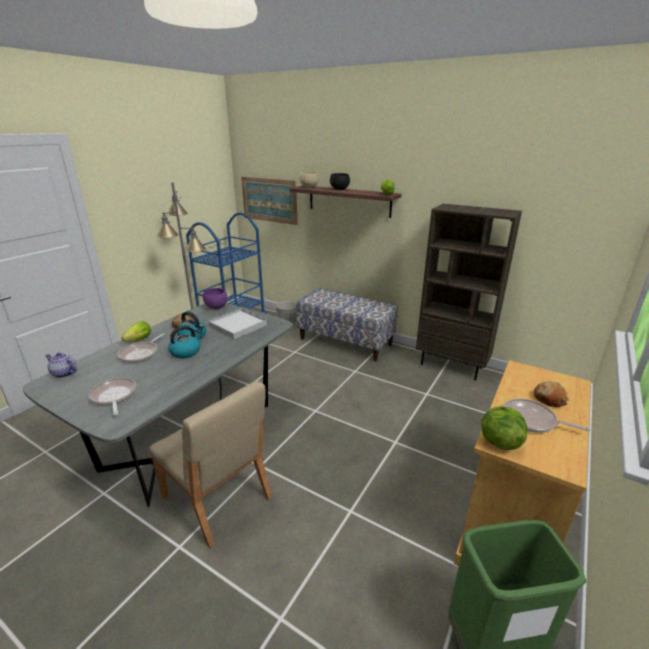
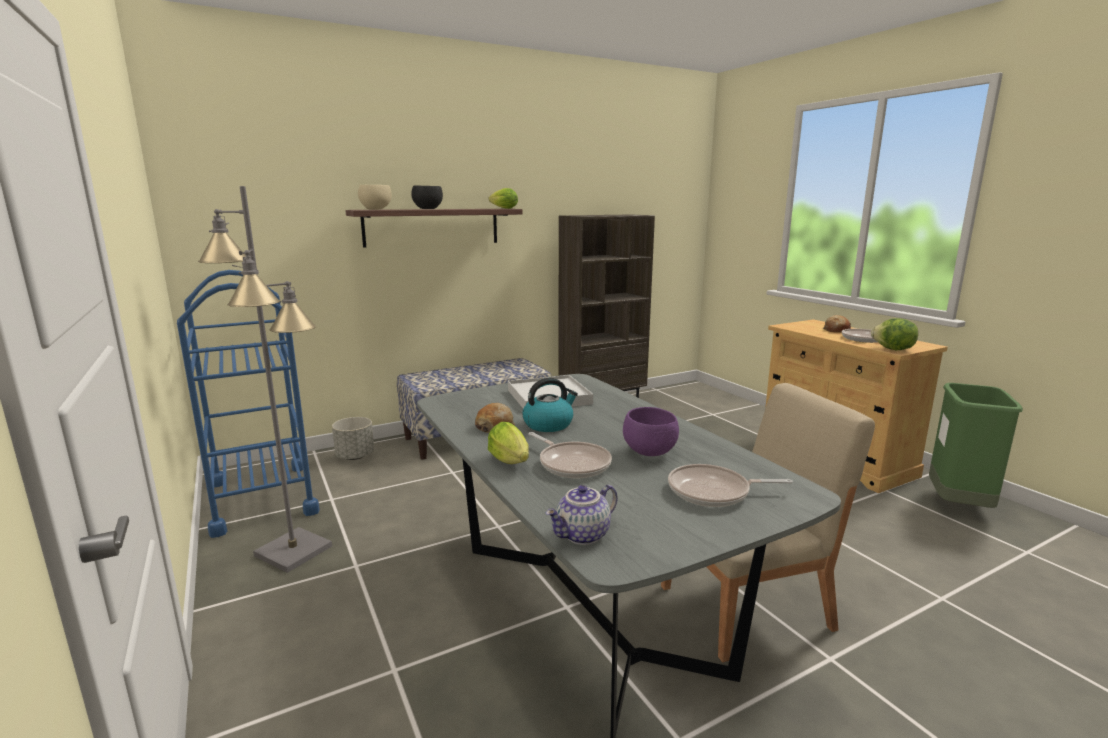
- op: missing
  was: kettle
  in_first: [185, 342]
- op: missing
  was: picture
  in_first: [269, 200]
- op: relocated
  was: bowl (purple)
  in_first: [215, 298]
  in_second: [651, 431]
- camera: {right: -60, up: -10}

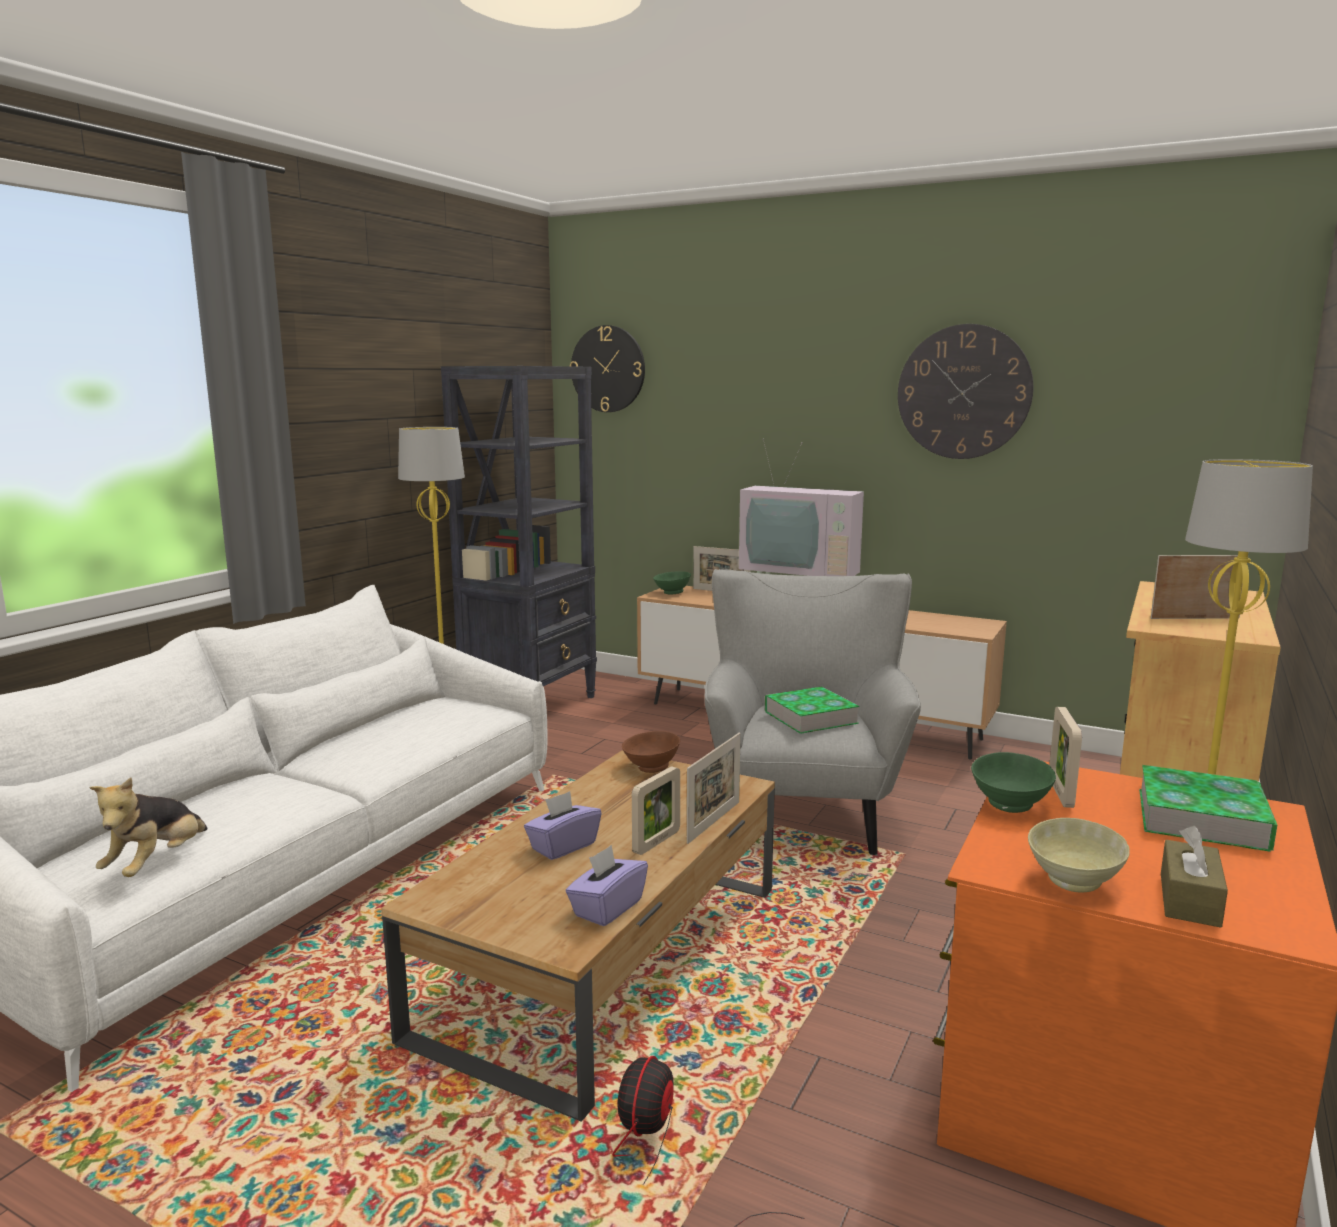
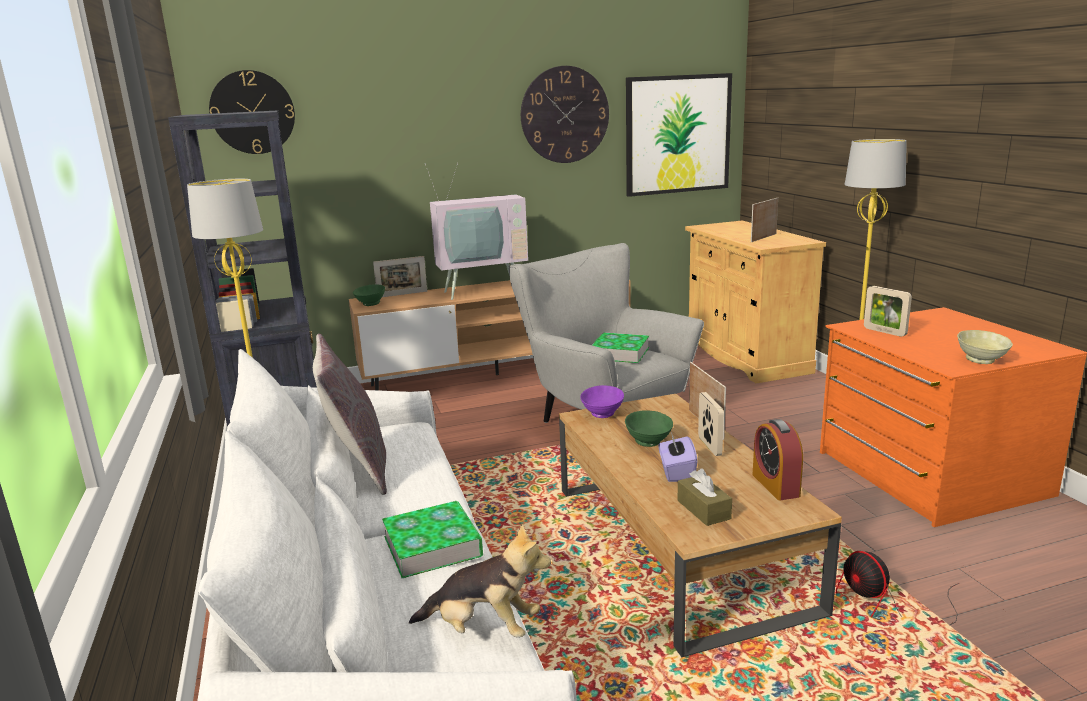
- op: appeared
  now: pillow (grey)
  in_second: [350, 414]
- op: appeared
  now: picture
  in_second: [679, 135]
- op: relocated
  was: bowl (green)
  in_first: [1013, 782]
  in_second: [649, 428]
- op: relocated
  was: book
  in_first: [1208, 808]
  in_second: [432, 539]
- op: relocated
  was: tissue box (brown)
  in_first: [1194, 877]
  in_second: [705, 497]
- op: exchanged
  was: tissue box (purple)
  now: alarm clock
  in_first: [606, 885]
  in_second: [778, 459]
- op: colour
  was: bowl (brown)
  now: bowl (purple)
  in_first: [651, 752]
  in_second: [602, 401]
- op: spun
  was: plush toy
  in_first: [149, 827]
  in_second: [480, 580]
  clockwise: -45
- camera: {right: -45, up: 5}

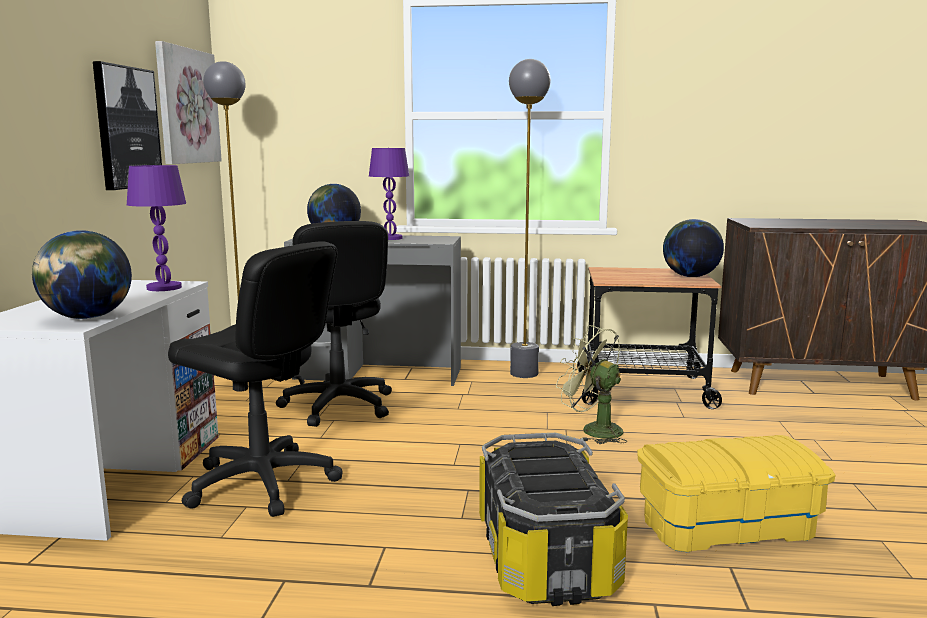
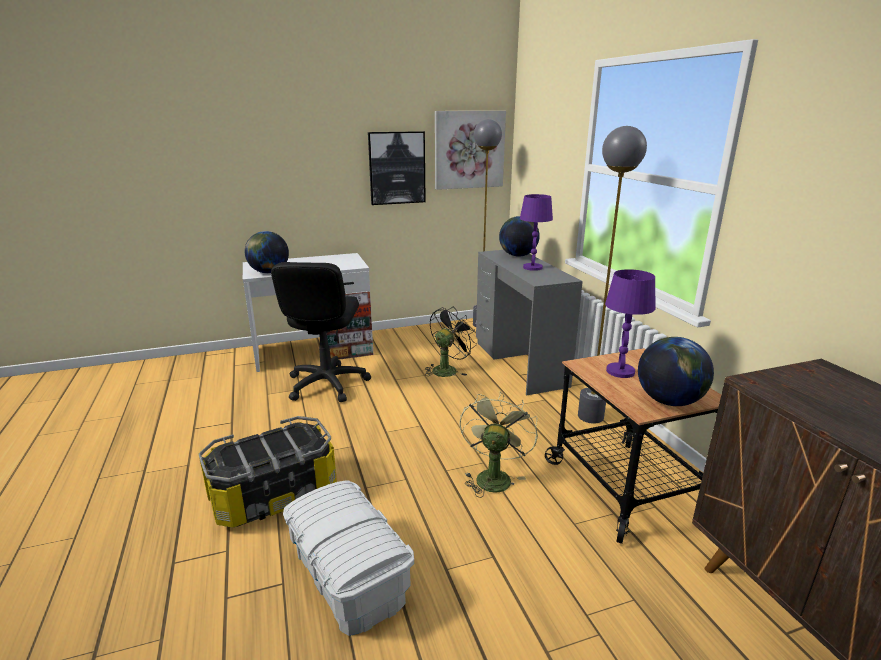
- op: relocated
  was: table lamp (purple)
  in_first: [156, 228]
  in_second: [630, 323]
- op: exchanged
  was: office chair (black)
  now: fan (black)
  in_first: [334, 324]
  in_second: [451, 342]
- op: colour
  was: storage box (yellow)
  now: storage box (white)
  in_first: [736, 493]
  in_second: [348, 558]
- camera: {right: 65, up: 10}

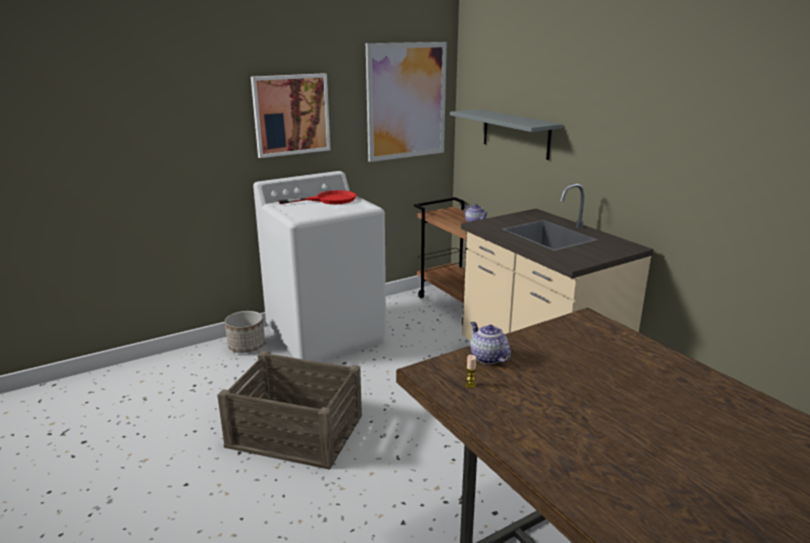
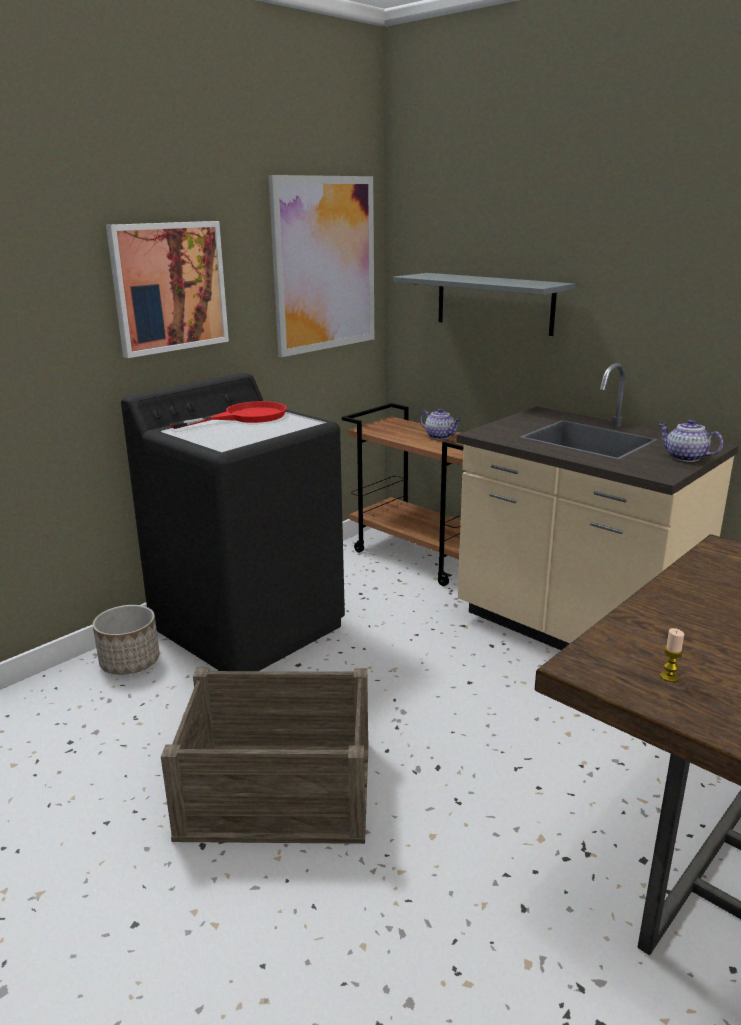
- op: relocated
  was: teapot
  in_first: [490, 343]
  in_second: [690, 440]
- op: colour
  was: washing machine (white)
  now: washing machine (black)
  in_first: [319, 266]
  in_second: [233, 522]
- camera: {right: -15, up: 0}

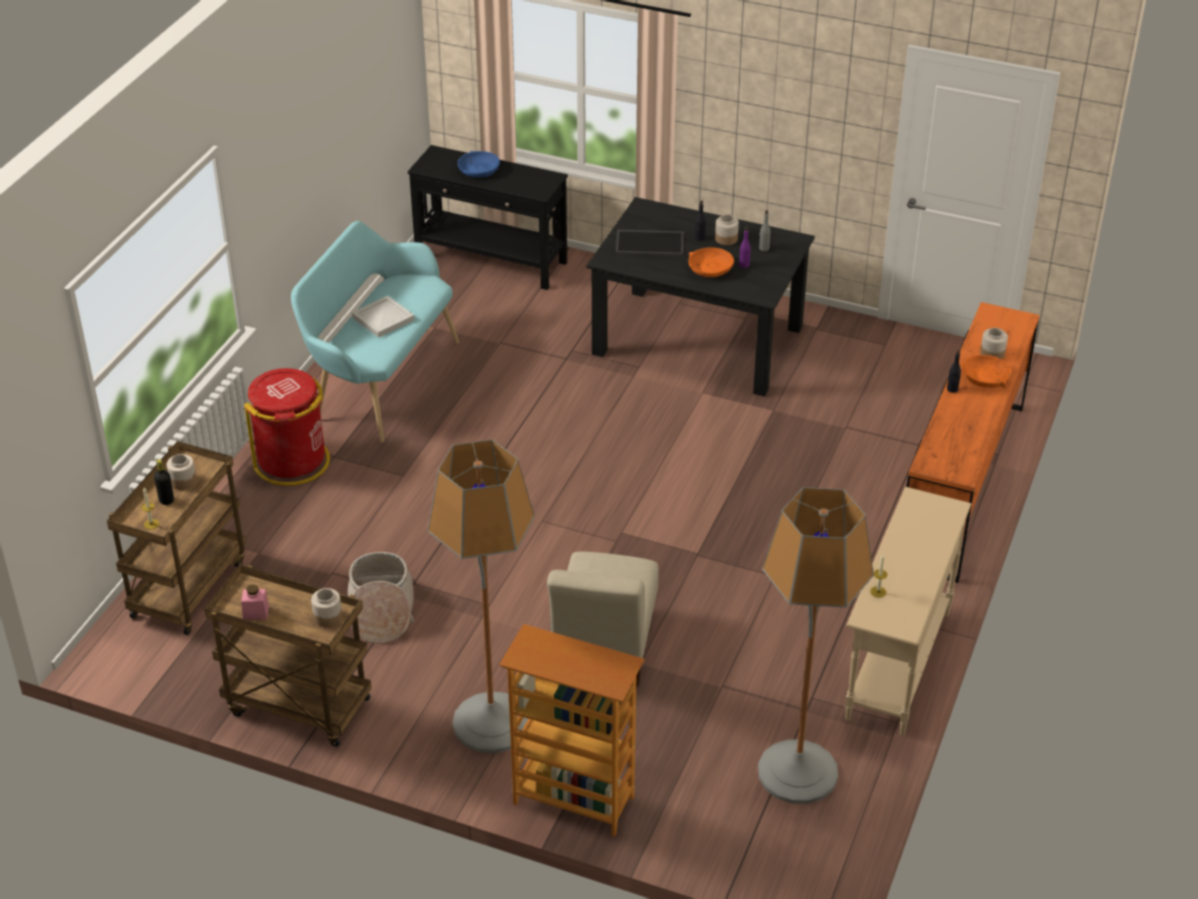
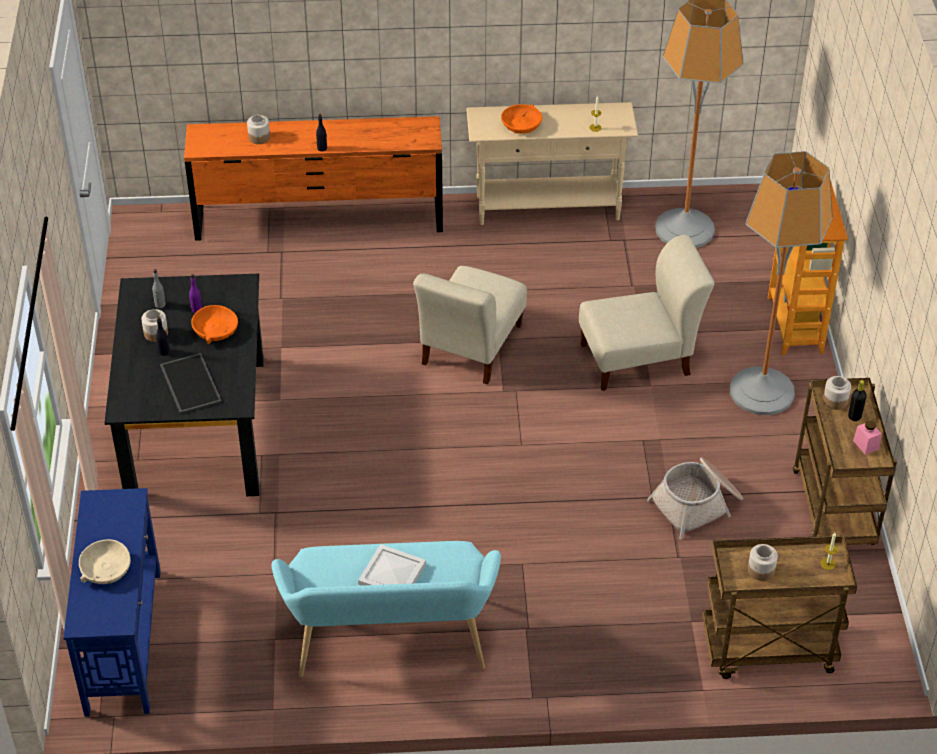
- op: missing
  was: trash can (red)
  in_first: [287, 427]
- op: appeared
  now: chair (beige)
  in_second: [470, 325]
- op: relocated
  was: bottle (black)
  in_first: [164, 482]
  in_second: [857, 400]
- op: relocated
  was: bowl (orange)
  in_first: [987, 371]
  in_second: [522, 119]
- op: colour
  was: console table (black)
  now: console table (blue)
  in_first: [488, 217]
  in_second: [112, 602]
- op: colour
  was: bowl (blue)
  now: bowl (beige)
  in_first: [479, 164]
  in_second: [105, 561]
- camera: {right: -115, up: 5}

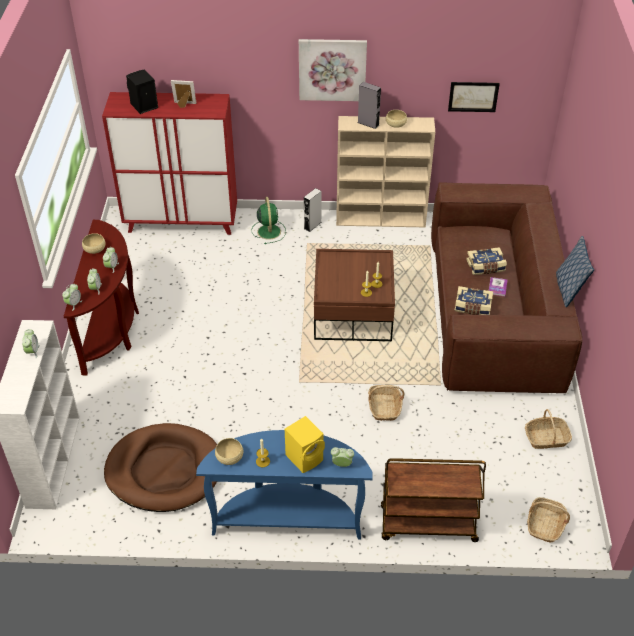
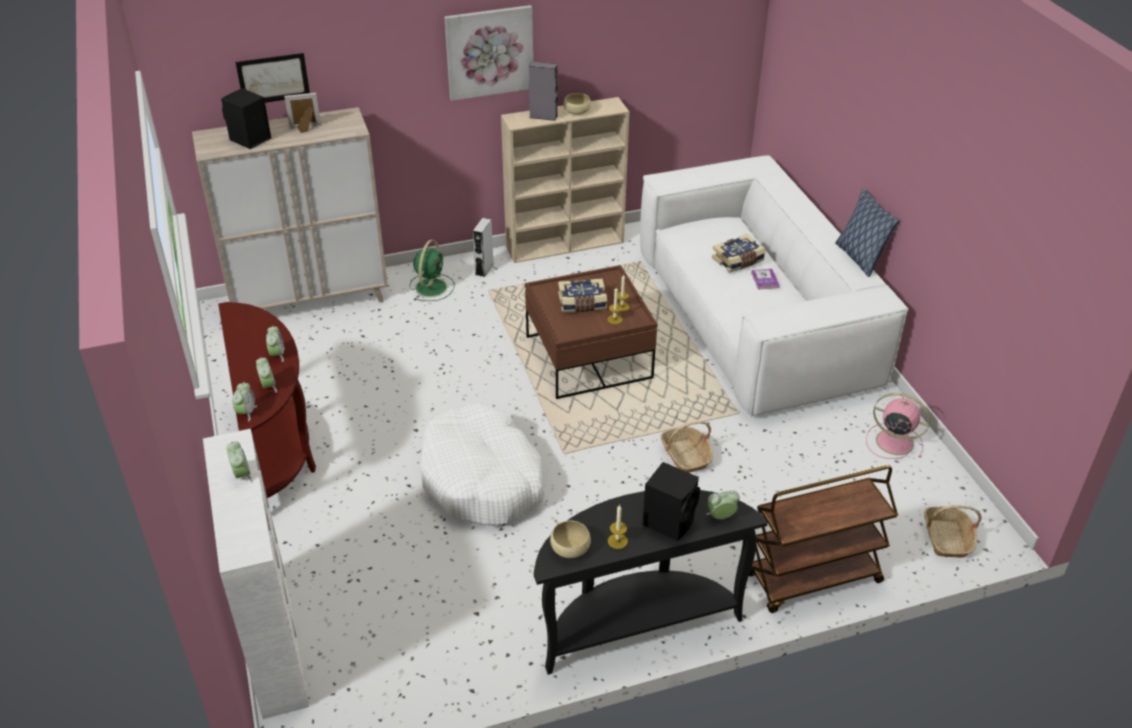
- op: missing
  was: bowl (beige)
  in_first: [94, 243]
- op: missing
  was: dog bed (brown)
  in_first: [160, 467]
- op: appeared
  now: dog bed (white)
  in_second: [482, 464]
- op: relocated
  was: picture
  in_first: [474, 97]
  in_second: [272, 78]
- op: relocated
  was: book
  in_first: [474, 300]
  in_second: [582, 296]
- op: exchanged
  was: basket
  now: fan (pink)
  in_first: [548, 429]
  in_second: [898, 426]
- op: colour
  was: cabinet (red)
  now: cabinet (beige)
  in_first: [169, 163]
  in_second: [290, 208]
- op: colour
  was: console table (blue)
  now: console table (black)
  in_first: [284, 484]
  in_second: [651, 582]
- op: colour
  was: speaker (yellow)
  now: speaker (black)
  in_first: [305, 444]
  in_second: [671, 501]
- op: colour
  was: sofa (brown)
  now: sofa (white)
  in_first: [507, 288]
  in_second: [774, 286]
- op: spun
  was: fan (green)
  in_first: [268, 220]
  in_second: [432, 270]
  clockwise: 45
- camera: {right: -20, up: -5}

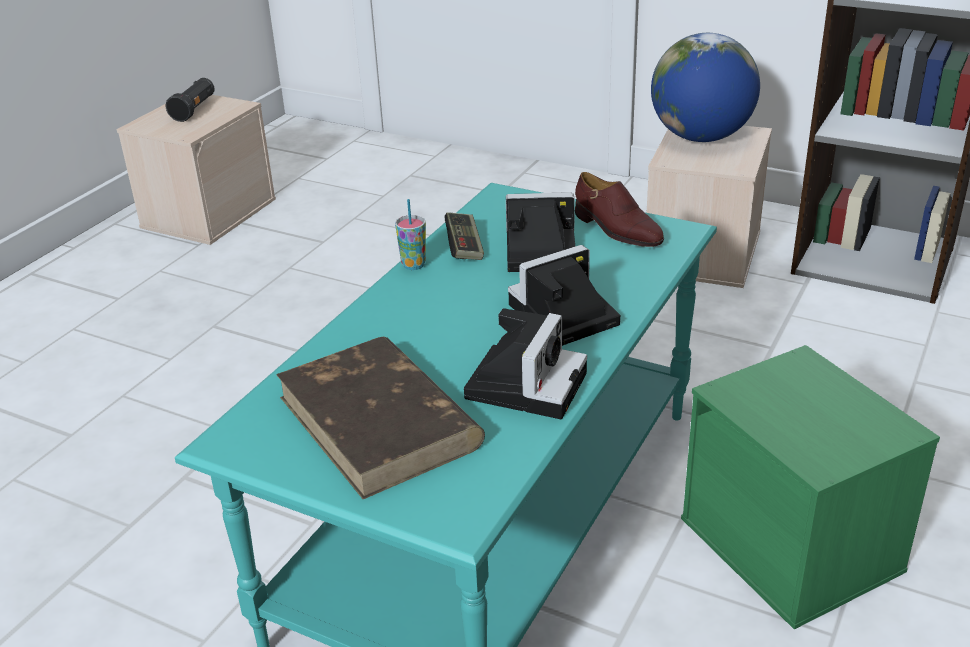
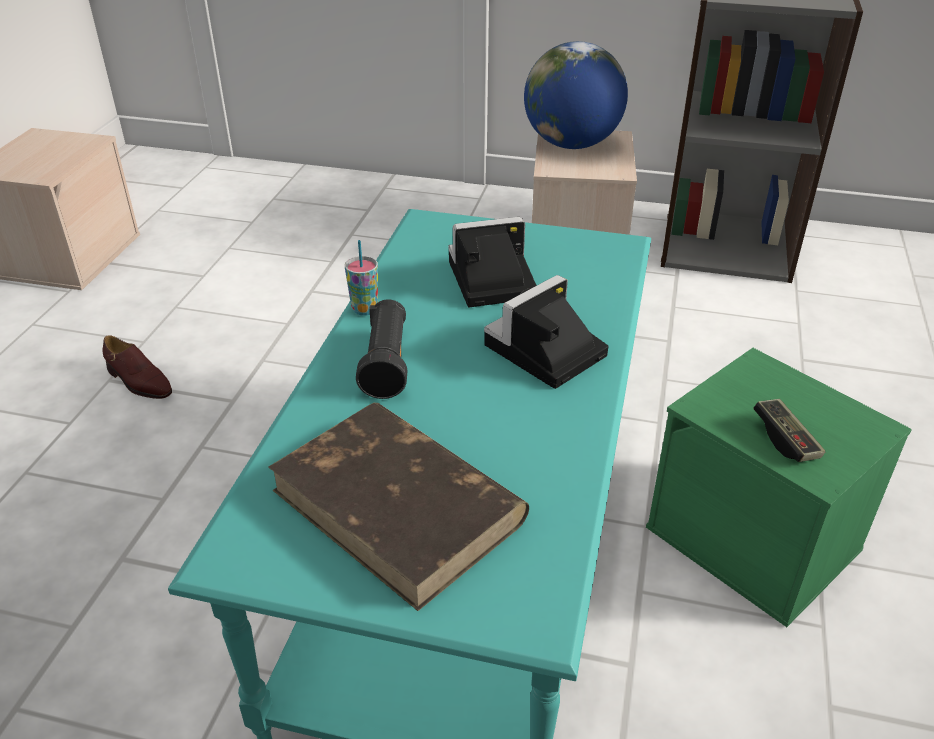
- op: missing
  was: photo camera
  in_first: [525, 363]
- op: relocated
  was: flashlight (black)
  in_first: [190, 100]
  in_second: [382, 349]
- op: relocated
  was: game controller
  in_first: [464, 236]
  in_second: [789, 430]
- op: relocated
  was: shoe (brown)
  in_first: [619, 209]
  in_second: [137, 367]
- camera: {right: -15, up: 5}

